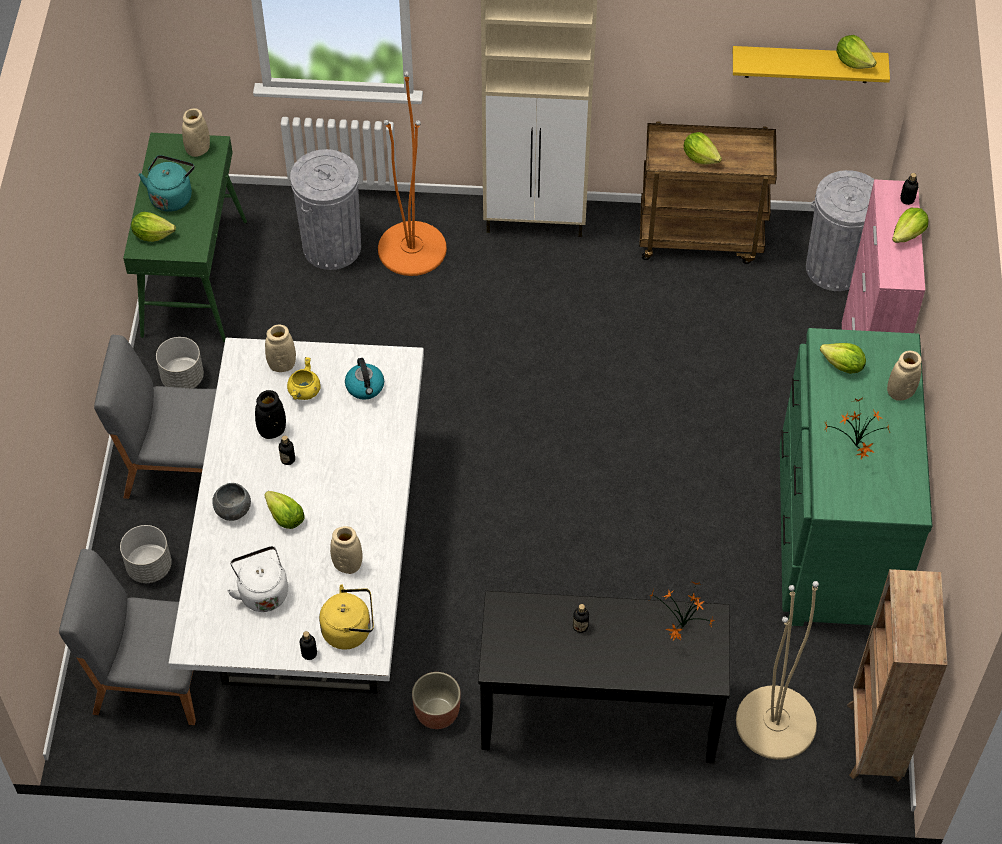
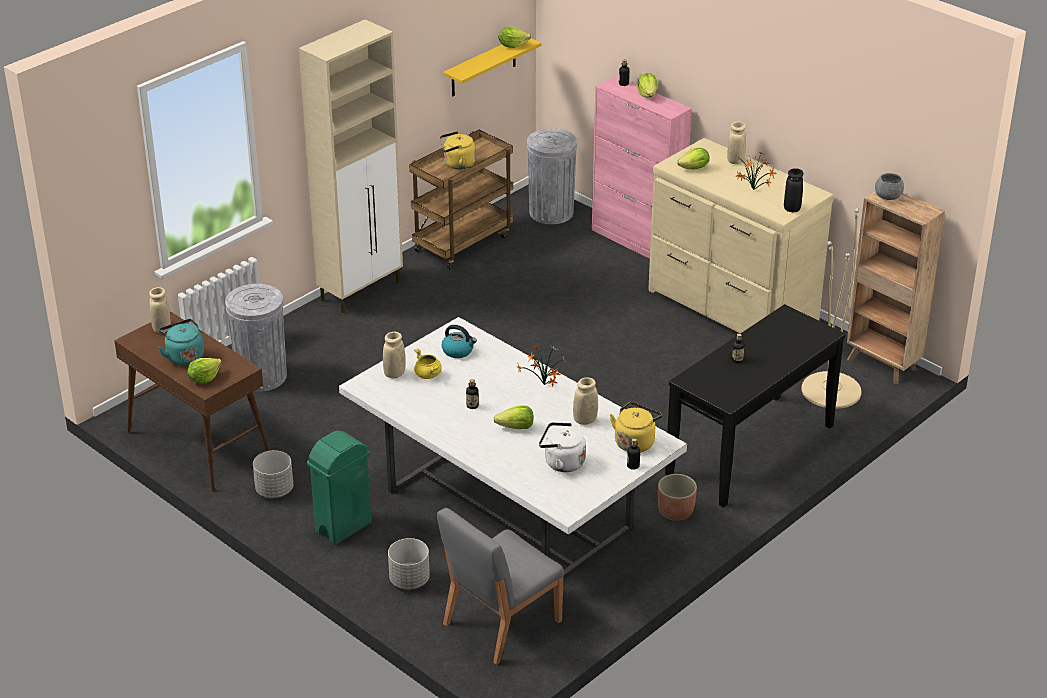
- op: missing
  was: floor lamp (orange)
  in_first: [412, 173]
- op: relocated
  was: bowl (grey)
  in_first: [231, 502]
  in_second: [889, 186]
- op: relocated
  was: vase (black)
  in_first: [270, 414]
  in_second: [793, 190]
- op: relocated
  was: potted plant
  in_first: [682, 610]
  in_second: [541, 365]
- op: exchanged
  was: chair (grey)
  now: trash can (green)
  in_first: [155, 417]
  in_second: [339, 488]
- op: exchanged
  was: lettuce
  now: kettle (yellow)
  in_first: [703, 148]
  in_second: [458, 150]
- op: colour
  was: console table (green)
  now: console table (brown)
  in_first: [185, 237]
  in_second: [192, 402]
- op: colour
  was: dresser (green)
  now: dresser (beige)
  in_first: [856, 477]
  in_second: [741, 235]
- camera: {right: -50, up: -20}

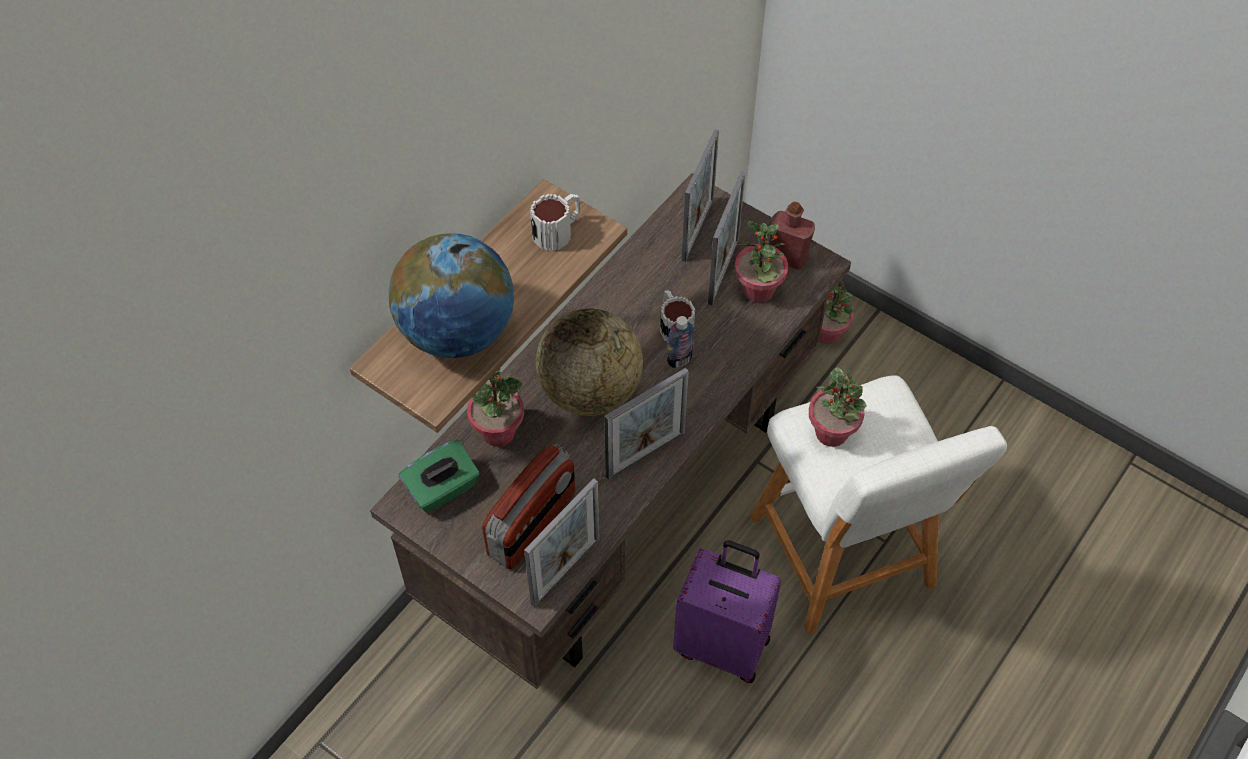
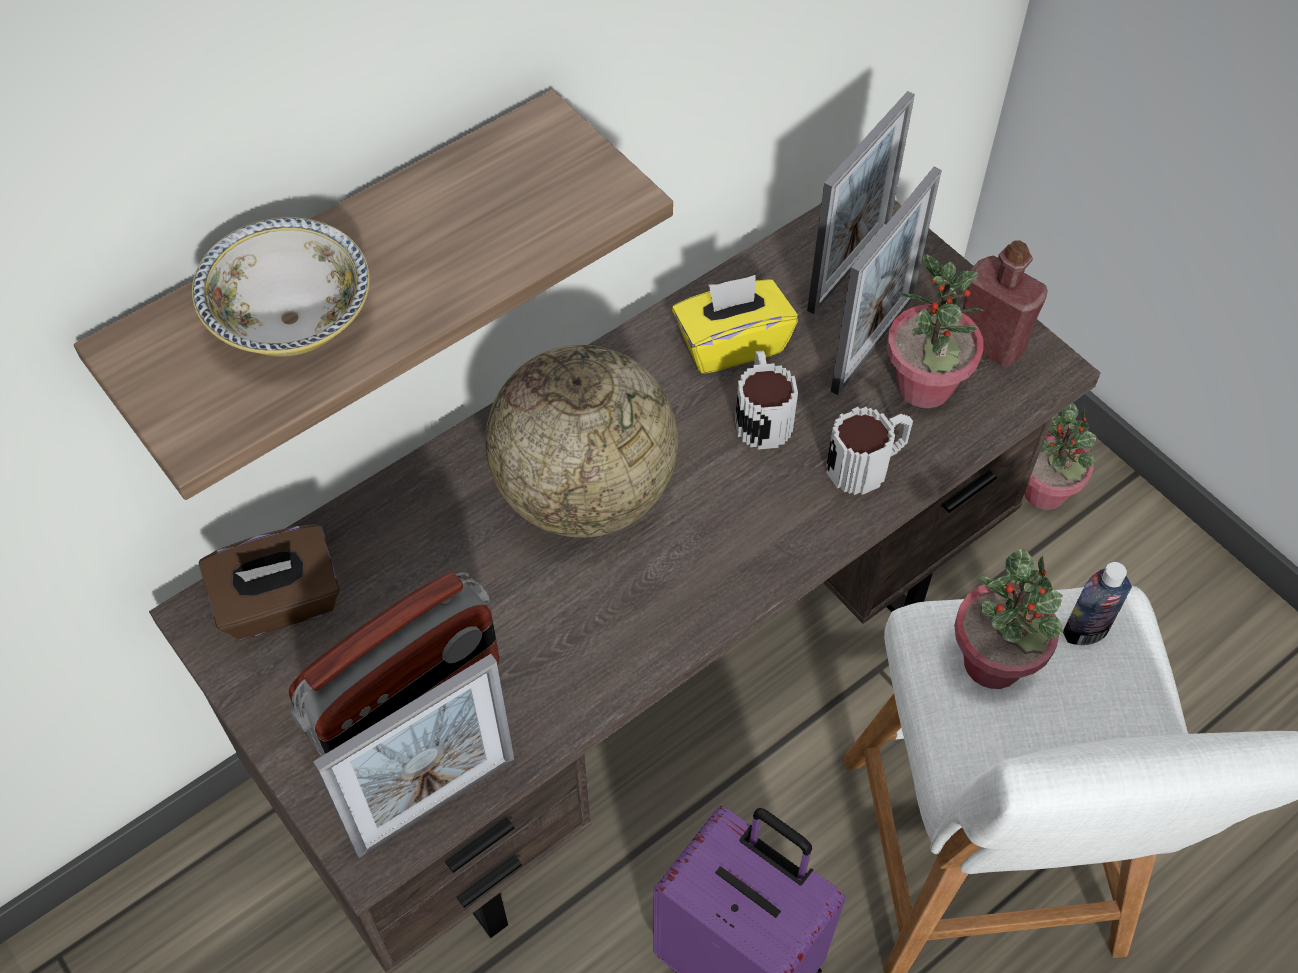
- op: missing
  was: potted plant
  in_first: [495, 406]
- op: missing
  was: picture frame
  in_first: [646, 424]
- op: appeared
  now: tissue box (yellow)
  in_second: [735, 324]
- op: relocated
  was: mug
  in_first: [555, 222]
  in_second: [869, 451]
- op: relocated
  was: bottle
  in_first: [680, 342]
  in_second: [1097, 603]
- op: exchanged
  was: globe
  now: bowl
  in_first: [451, 295]
  in_second: [281, 287]
- op: colour
  was: tissue box (green)
  now: tissue box (brown)
  in_first: [439, 476]
  in_second: [269, 582]
- camera: {right: 15, up: 0}

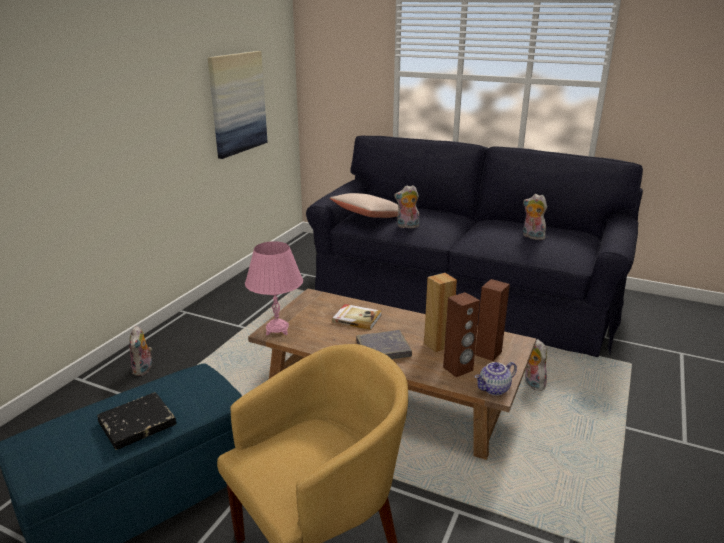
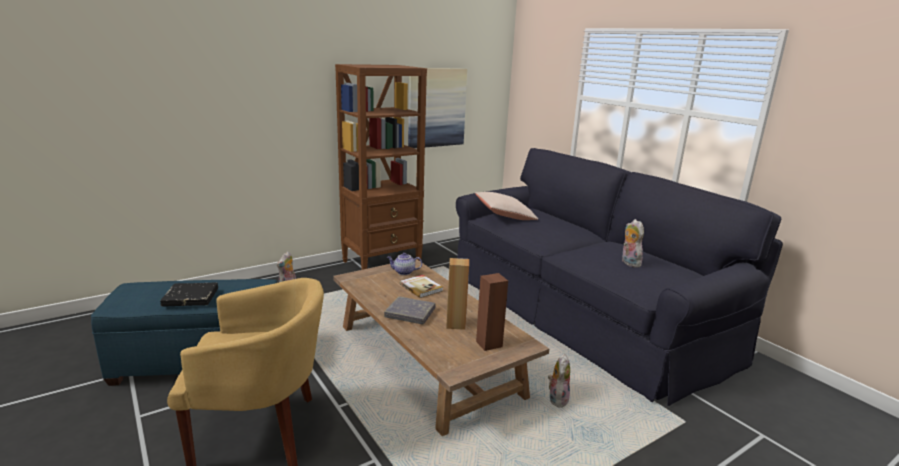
- op: missing
  was: table lamp (pink)
  in_first: [274, 288]
- op: missing
  was: plush toy
  in_first: [406, 206]
- op: missing
  was: speaker (brown)
  in_first: [461, 334]
- op: appeared
  now: bookcase (brown)
  in_second: [381, 167]
- op: relocated
  was: teapot
  in_first: [496, 378]
  in_second: [404, 264]
- camera: {right: 30, up: -5}

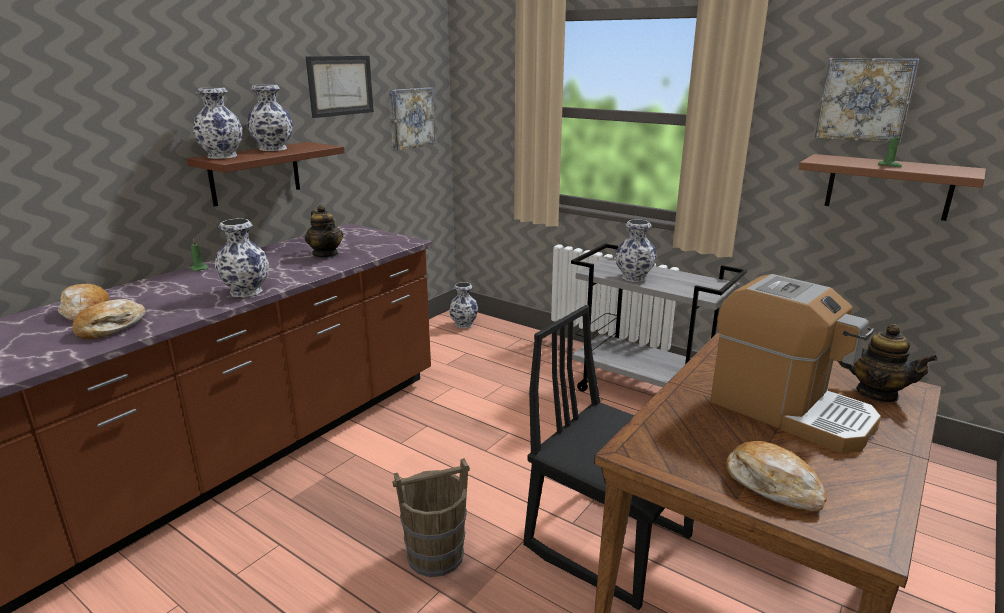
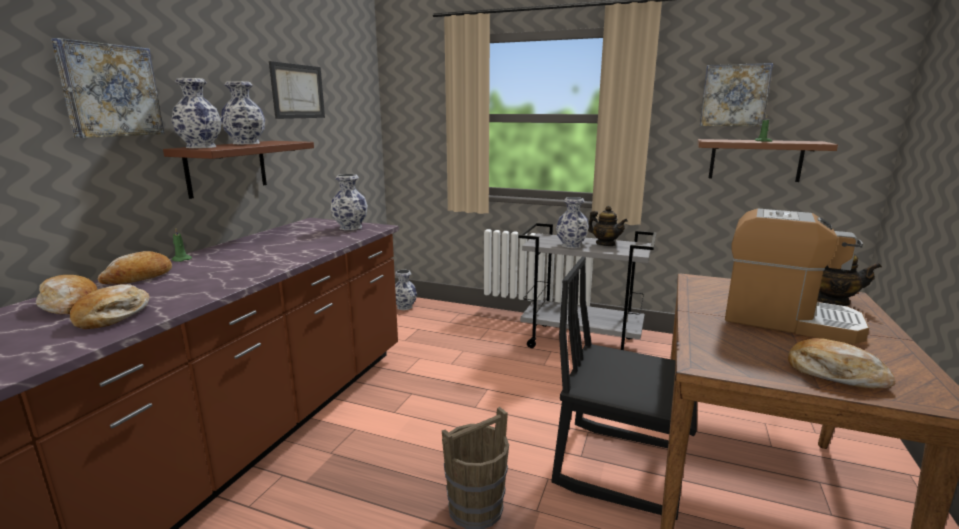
- op: appeared
  now: bread
  in_second: [135, 267]
- op: relocated
  was: vase
  in_first: [242, 258]
  in_second: [349, 202]
- op: relocated
  was: teapot
  in_first: [324, 231]
  in_second: [608, 226]
- op: relocated
  was: picture
  in_first: [412, 119]
  in_second: [107, 88]
- camera: {right: -15, up: -5}

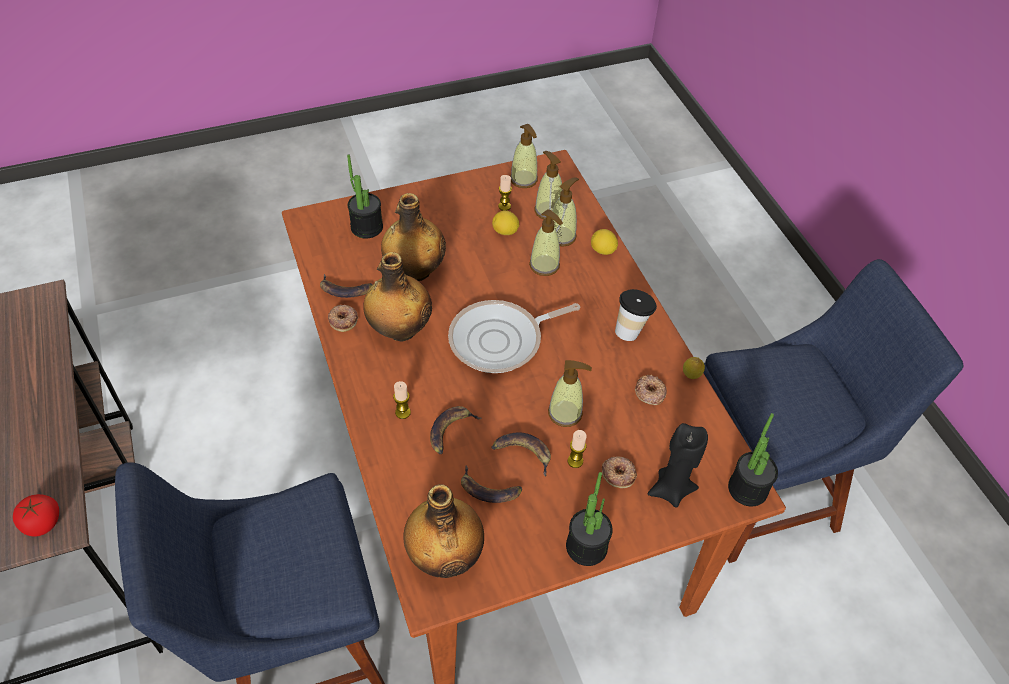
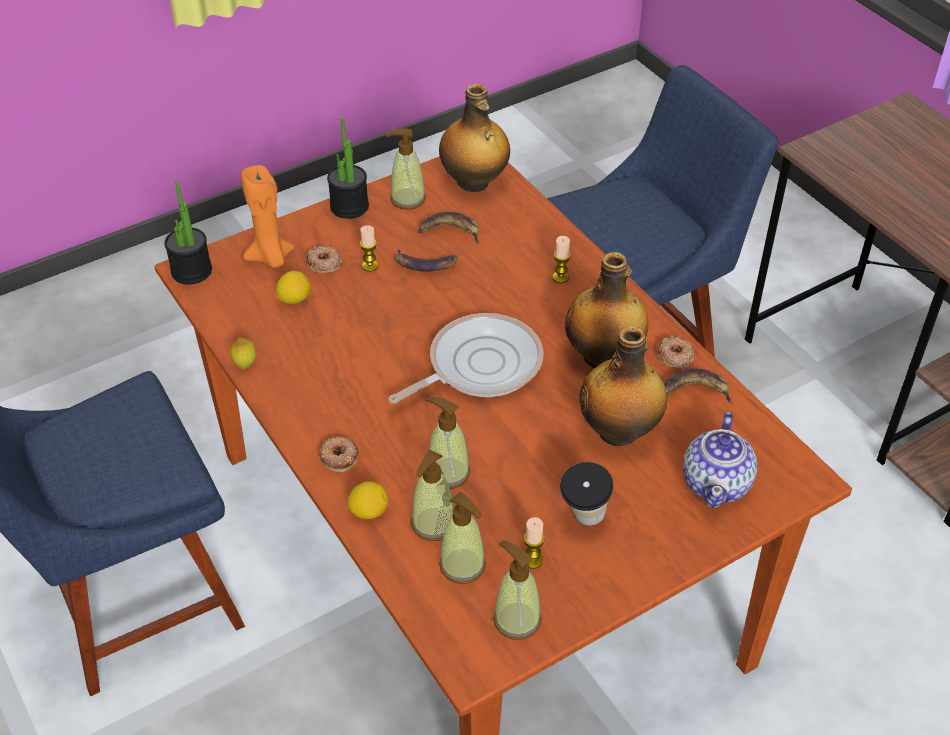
- op: missing
  was: tomato
  in_first: [36, 515]
- op: missing
  was: banana
  in_first: [455, 430]
- op: relocated
  was: lemon
  in_first: [505, 222]
  in_second: [293, 287]
- op: relocated
  was: soap dispenser
  in_first: [570, 393]
  in_second: [405, 169]
- op: relocated
  was: cup
  in_first: [636, 315]
  in_second: [586, 493]
- op: relocated
  was: donut
  in_first: [651, 390]
  in_second: [339, 455]
- op: exchanged
  was: potted plant
  now: teapot
  in_first: [365, 196]
  in_second: [720, 459]
- op: colour
  was: candle (black)
  now: candle (orange)
  in_first: [678, 465]
  in_second: [268, 216]
- camera: {right: 170, up: -5}

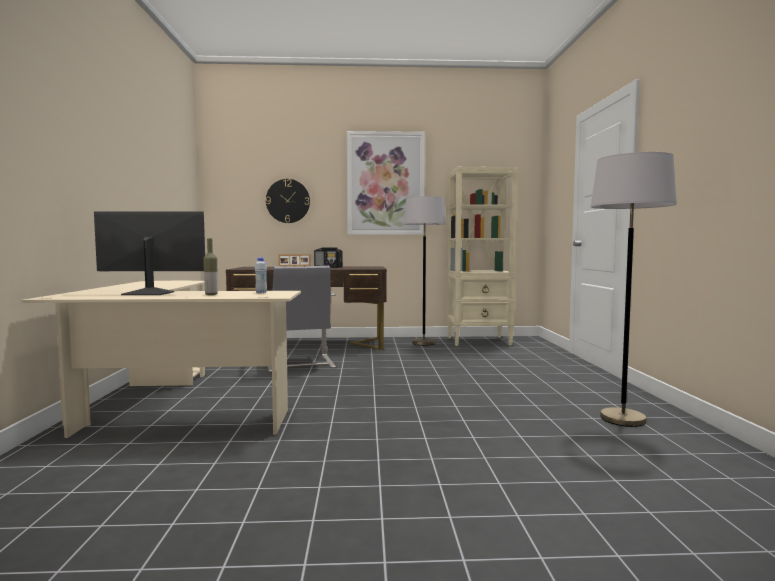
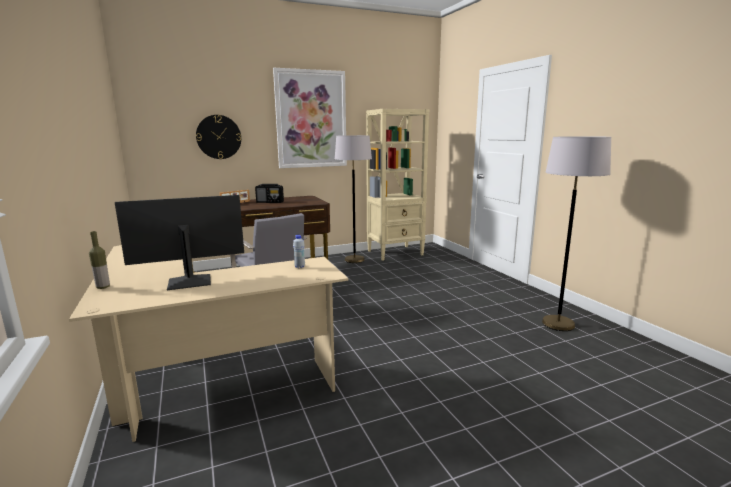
- op: relocated
  was: bottle
  in_first: [210, 267]
  in_second: [99, 260]
- camera: {right: -20, up: 10}

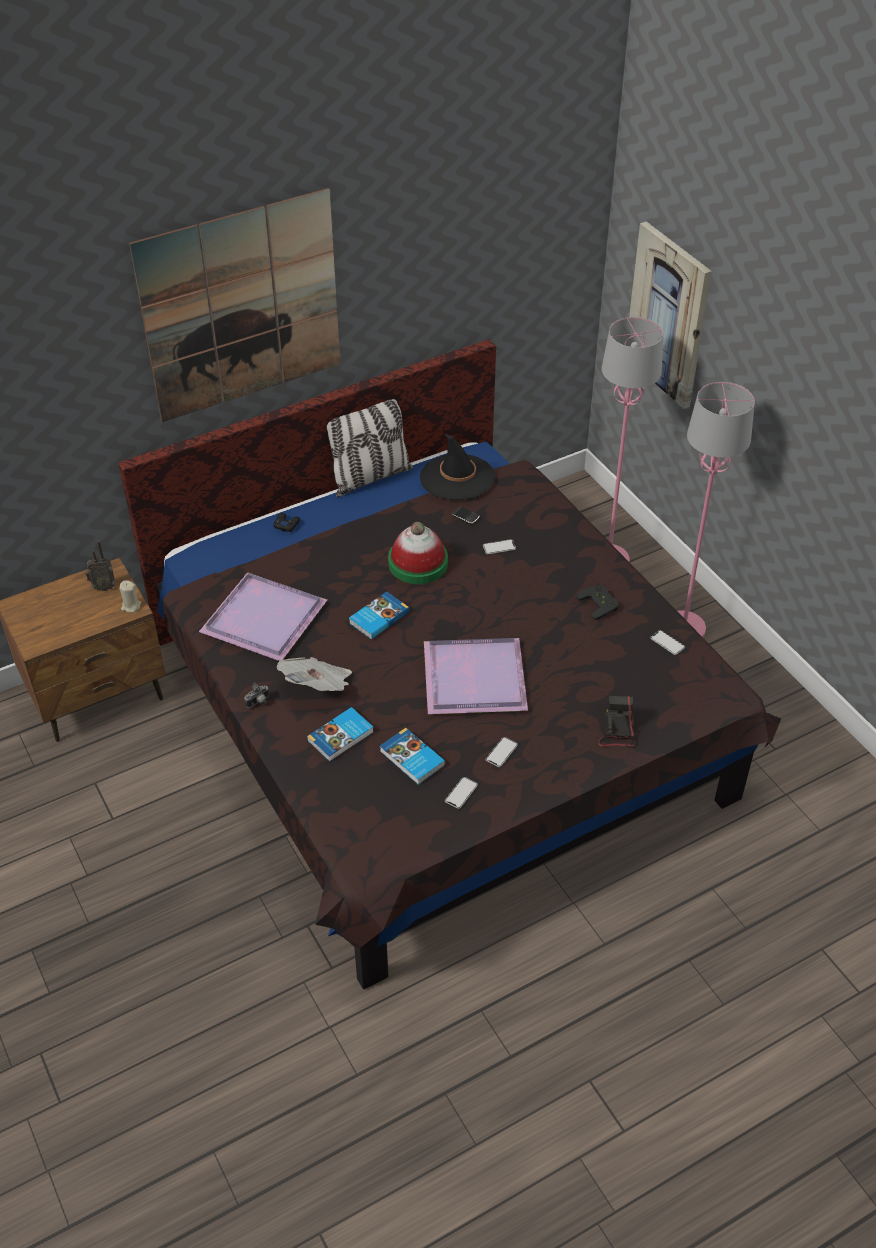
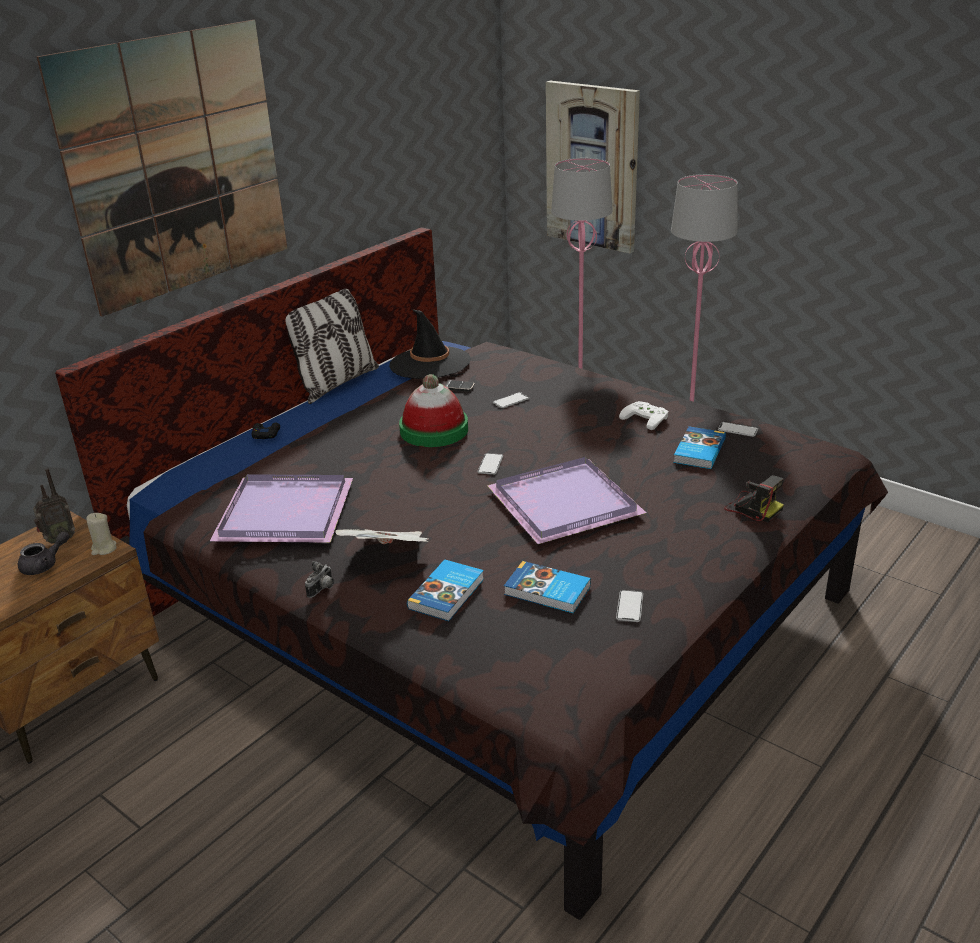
- op: appeared
  now: teapot (grey)
  in_second: [44, 553]
- op: relocated
  was: book
  in_first: [379, 615]
  in_second: [699, 447]
- op: relocated
  was: phone
  in_first: [502, 752]
  in_second: [490, 464]
- op: colour
  was: game controller (black)
  now: game controller (white)
  in_first: [597, 602]
  in_second: [643, 415]
- op: spun
  was: photo camera
  in_first: [616, 721]
  in_second: [754, 499]
  clockwise: 150
- camera: {right: -20, up: -15}

